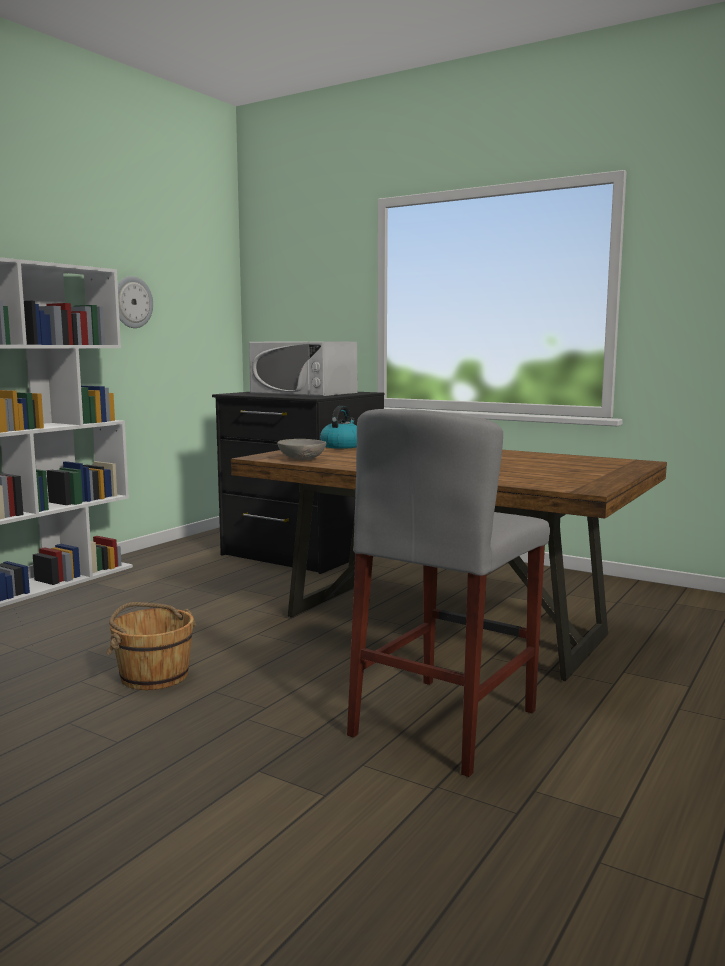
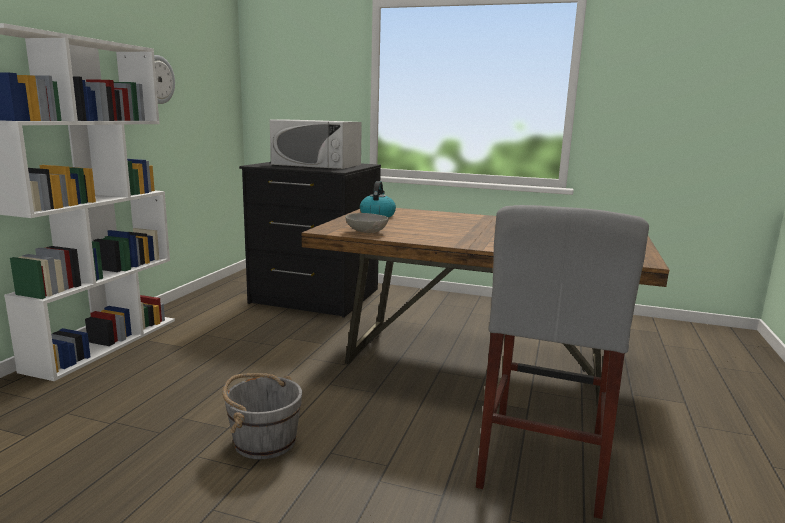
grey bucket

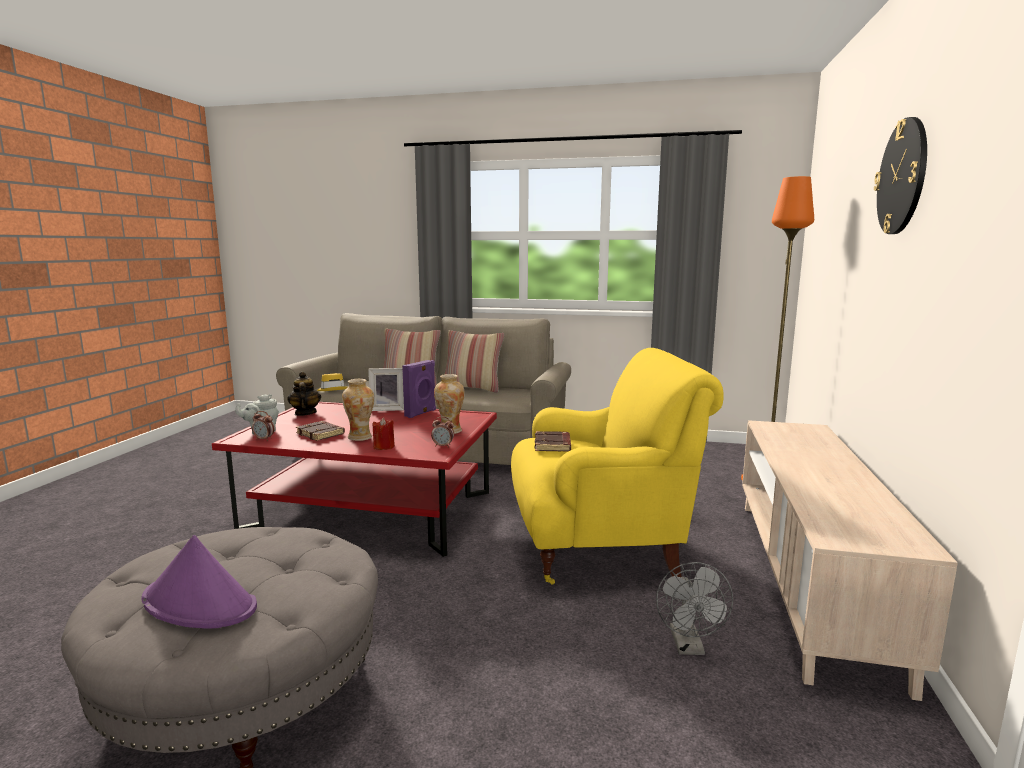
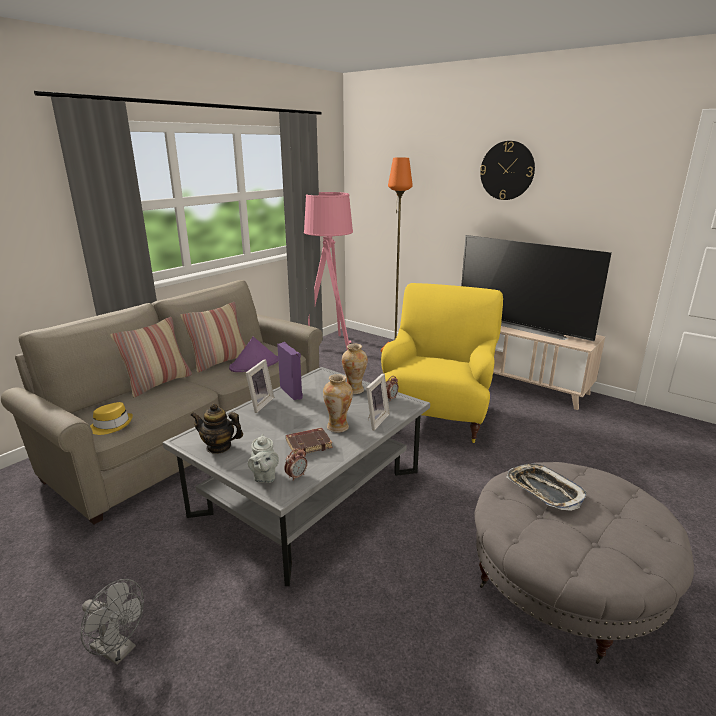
brown book (2nd from left in the first image)
pink floor lamp
television
tray
purple hat
grey fan
picture frame (2nd from left)
grey coffee table

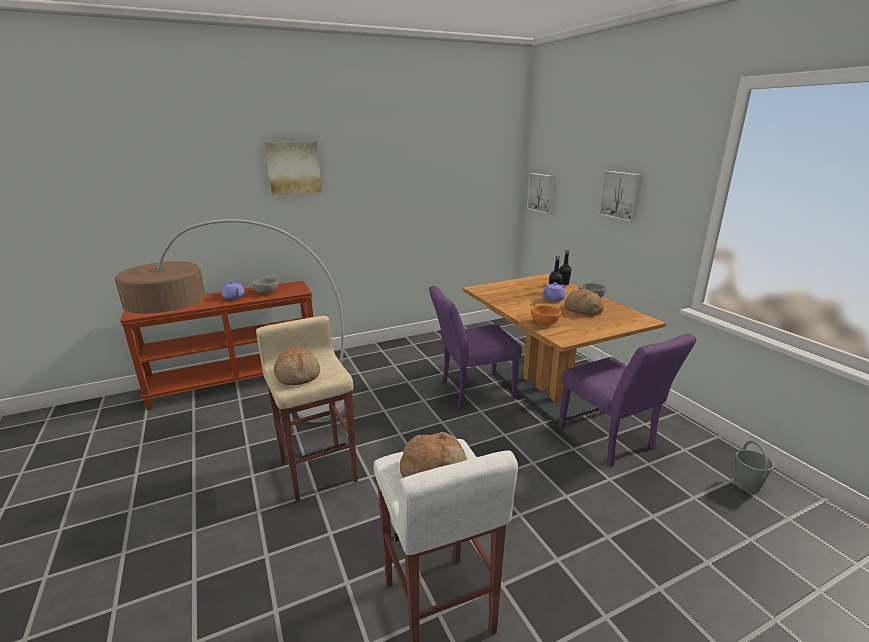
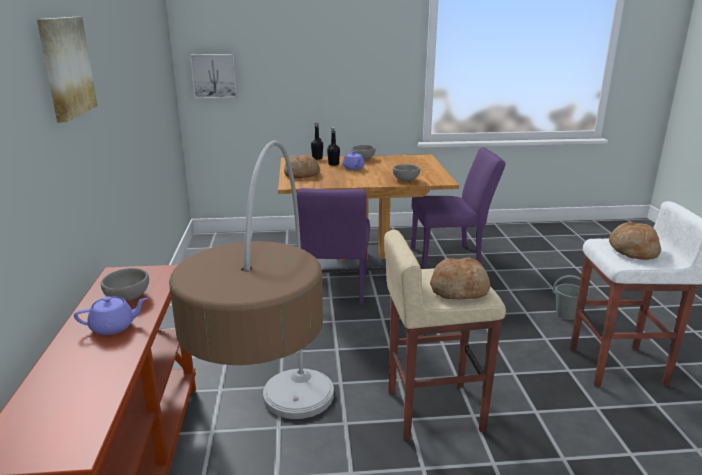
picture (3rd from left in the first image)
bread (1st from left)
grey bucket
grey bowl (3rd from left)

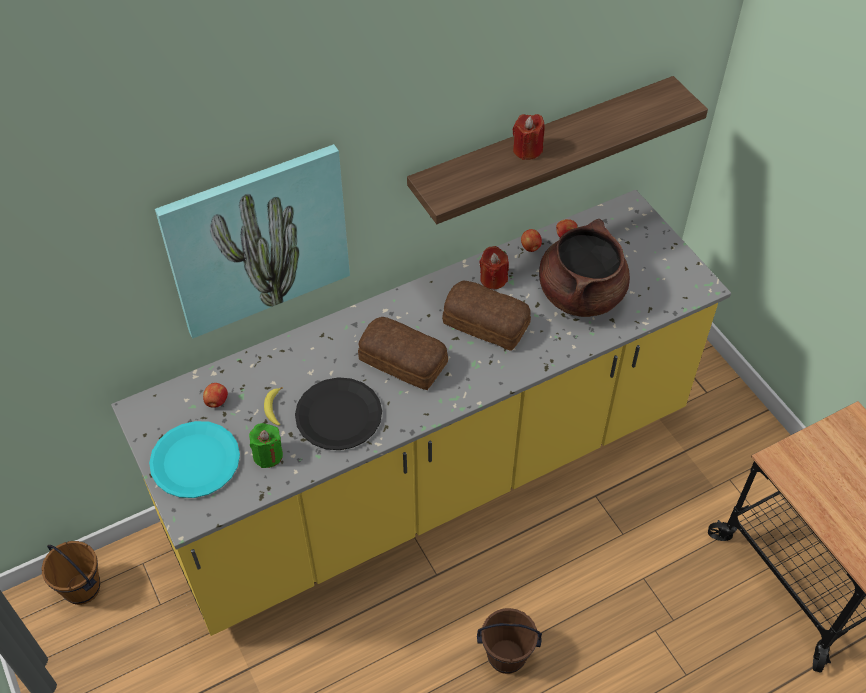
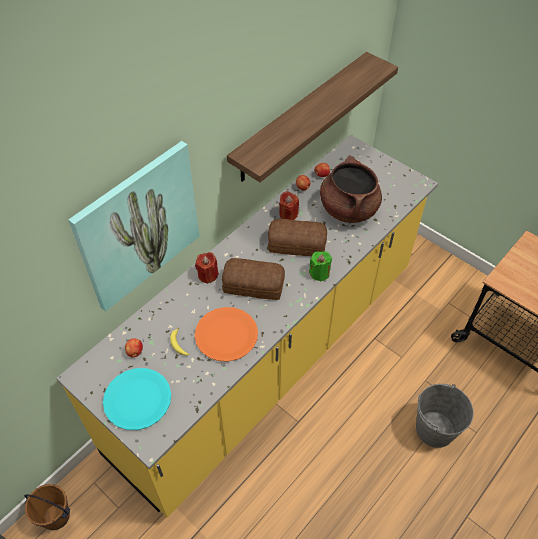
brown bucket (2nd from left in the first image)
grey bucket
green candle
red candle (1st from left)
orange plate

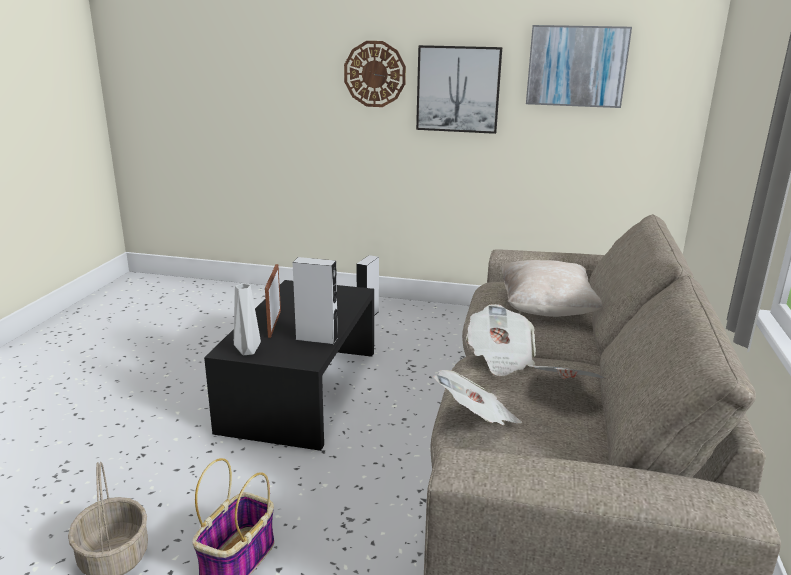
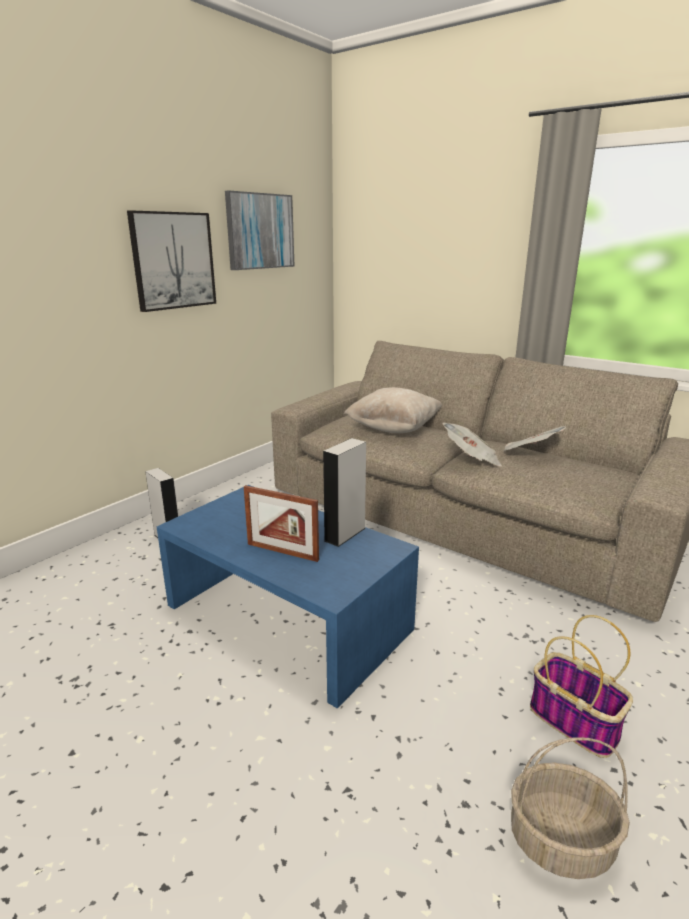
grey vase
wall clock
newspaper (1st from left in the first image)
blue coffee table

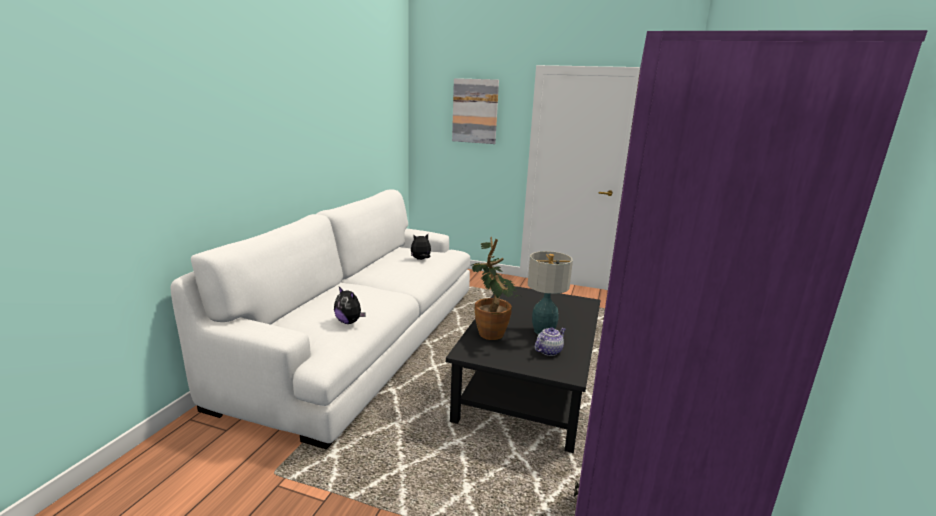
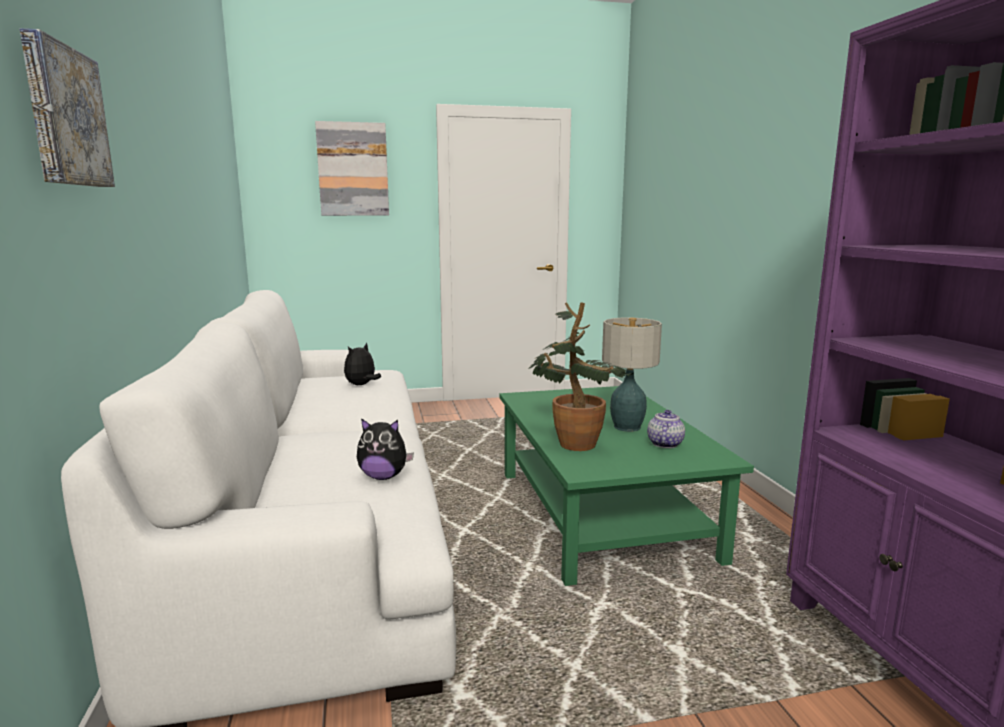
picture (1st from left)
green coffee table

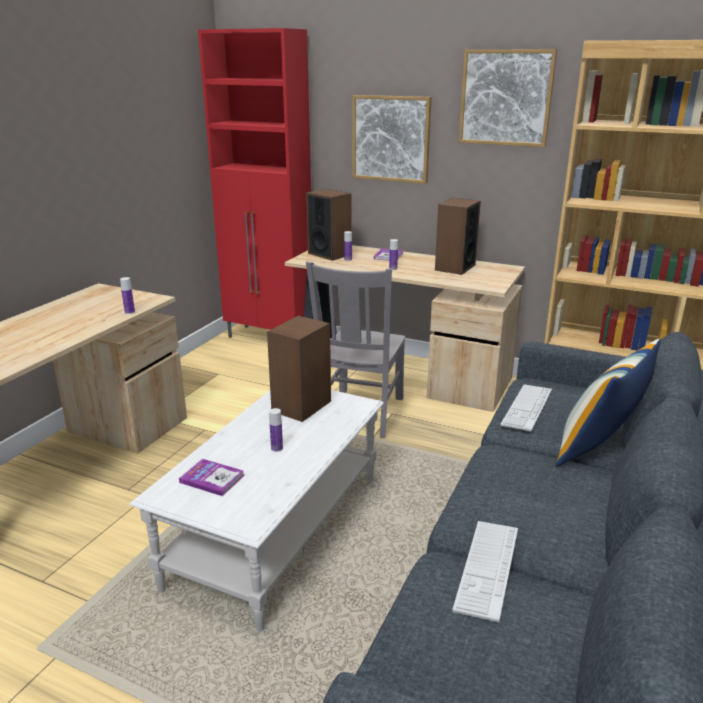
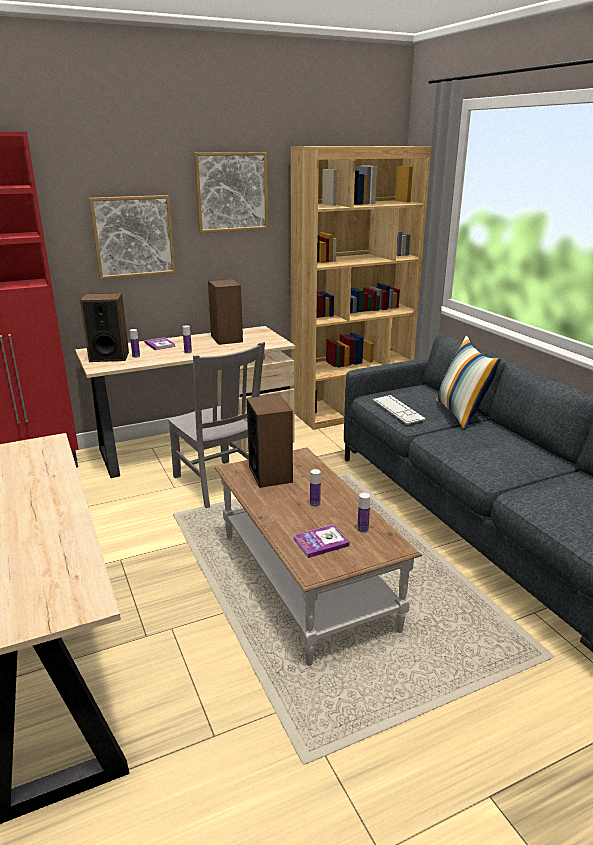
keyboard (1st from left in the first image)
bottle (4th from left)
brown coffee table

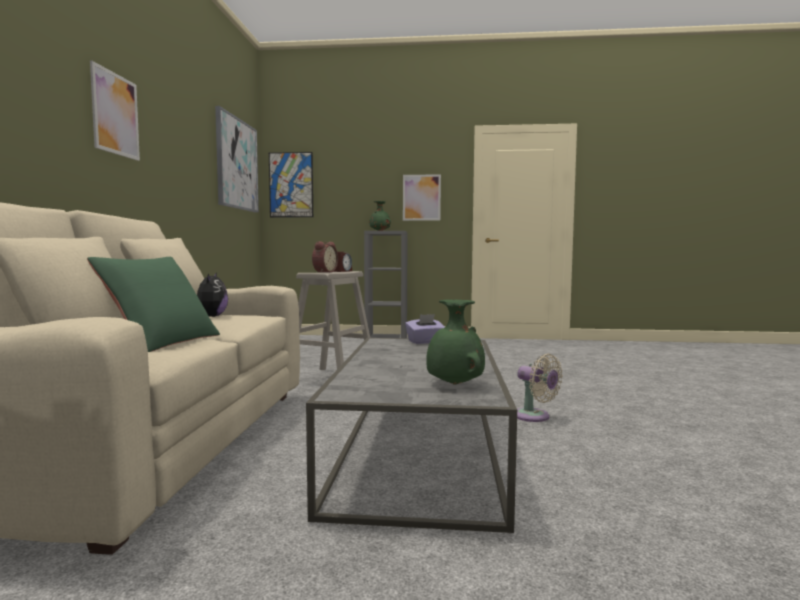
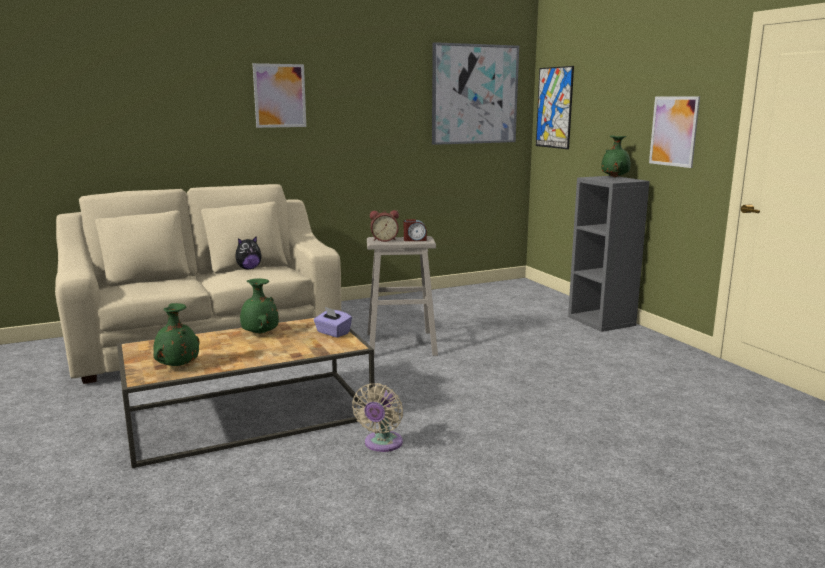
green pillow
green vase (2nd from left)
brown coffee table

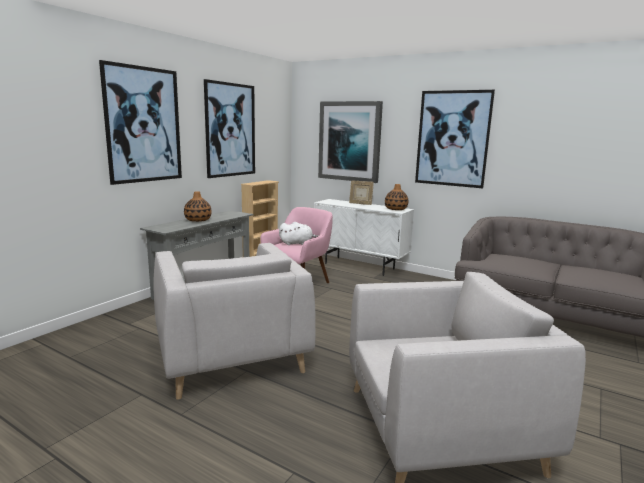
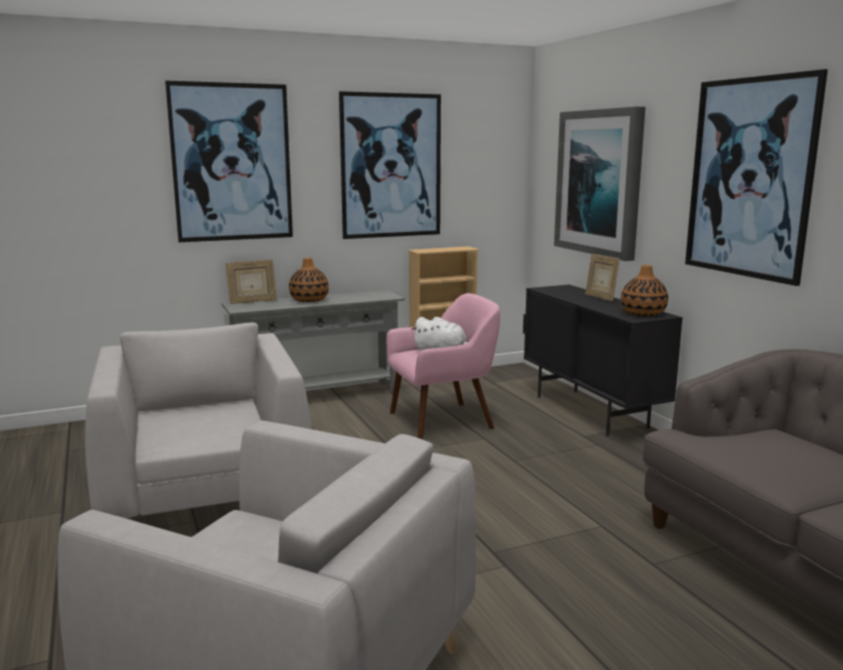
picture frame (1st from left)
black cabinet
grey armchair (1st from left)

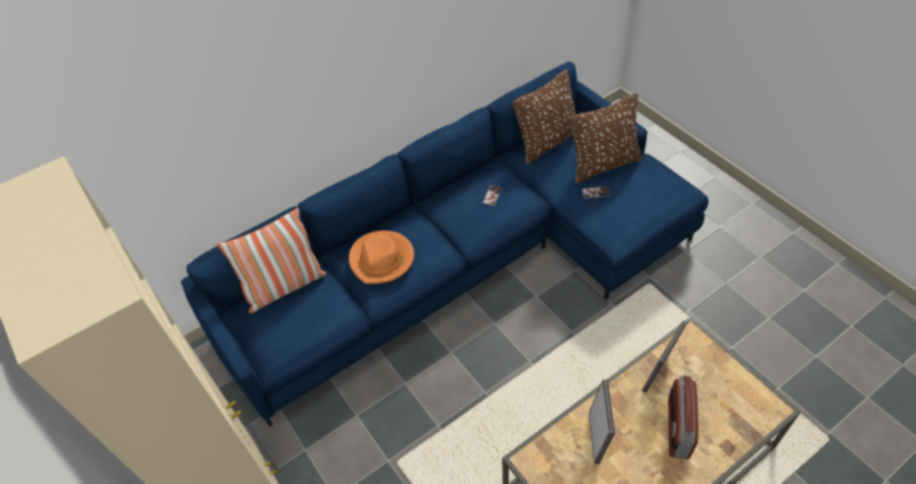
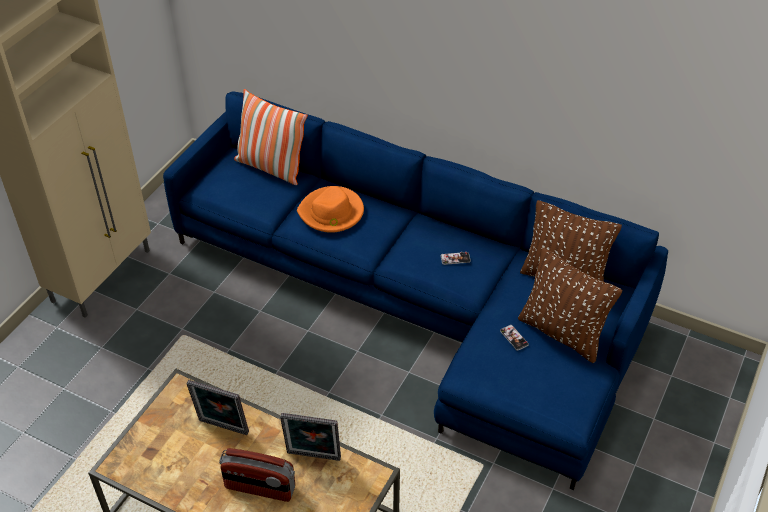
picture frame (1st from left)
radio

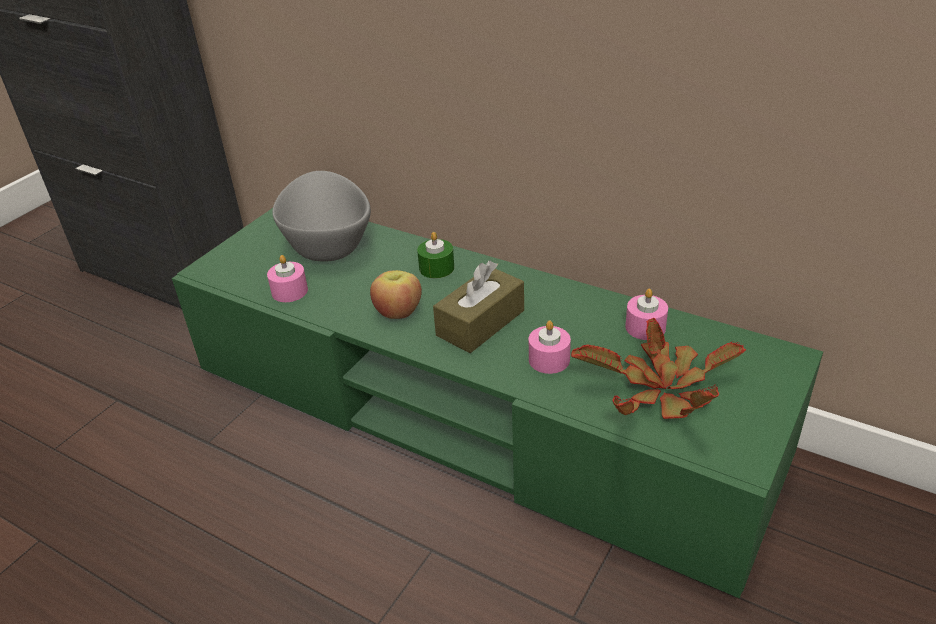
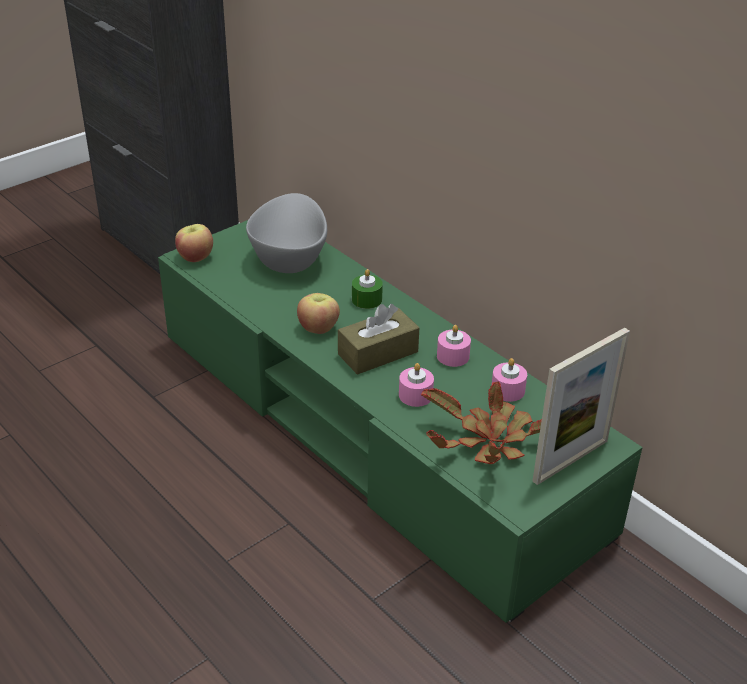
apple (1st from left)
picture frame
pink candle (2nd from left)

